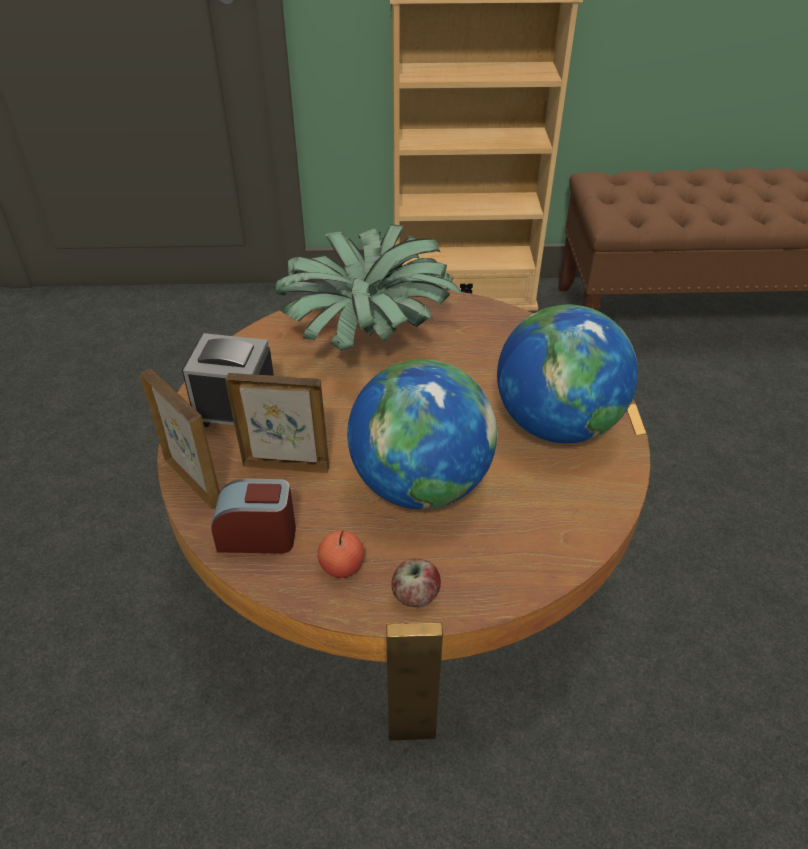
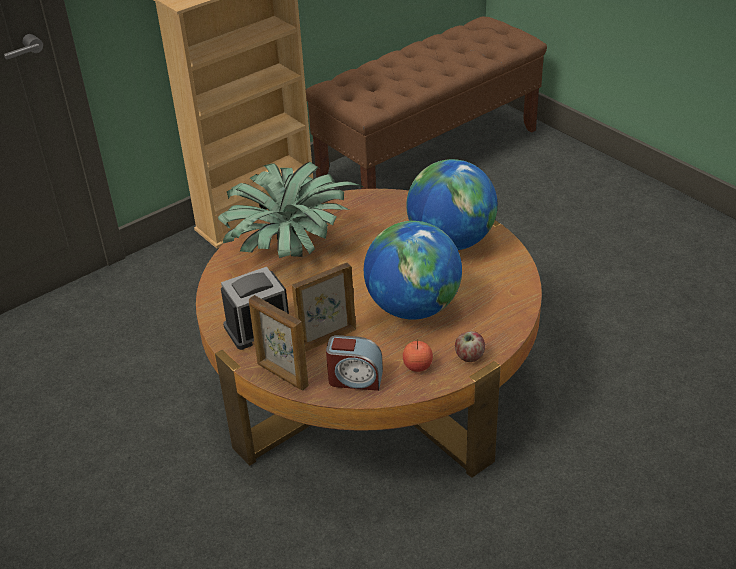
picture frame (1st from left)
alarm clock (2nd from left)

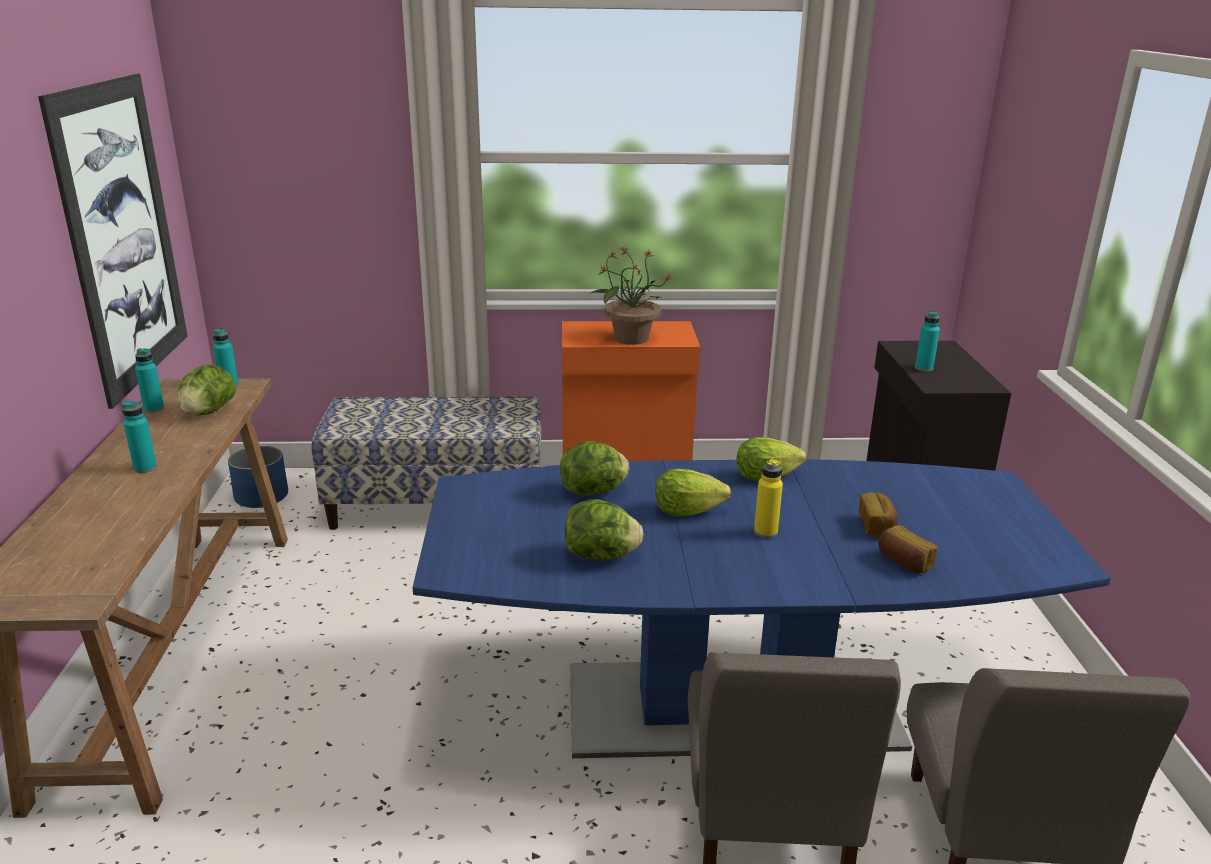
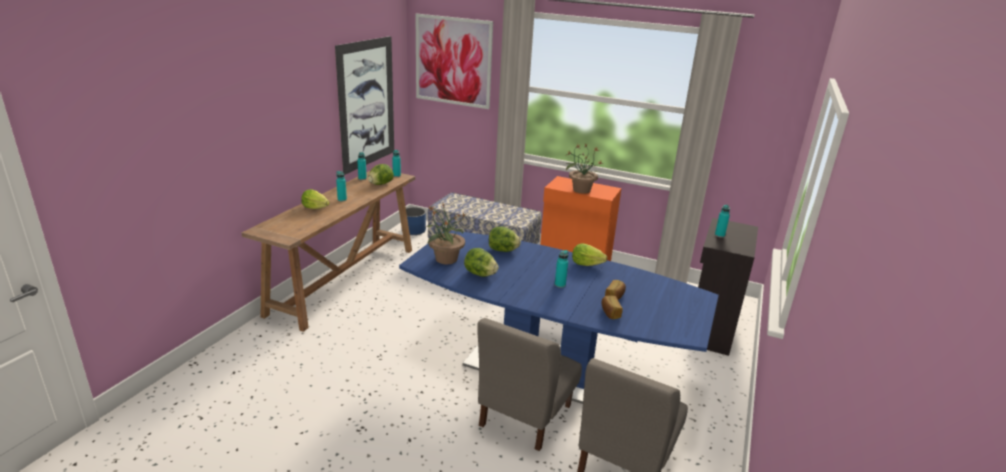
picture (2nd from left)
potted plant (1st from left)
lettuce (1st from left)
turquoise bottle (4th from left)

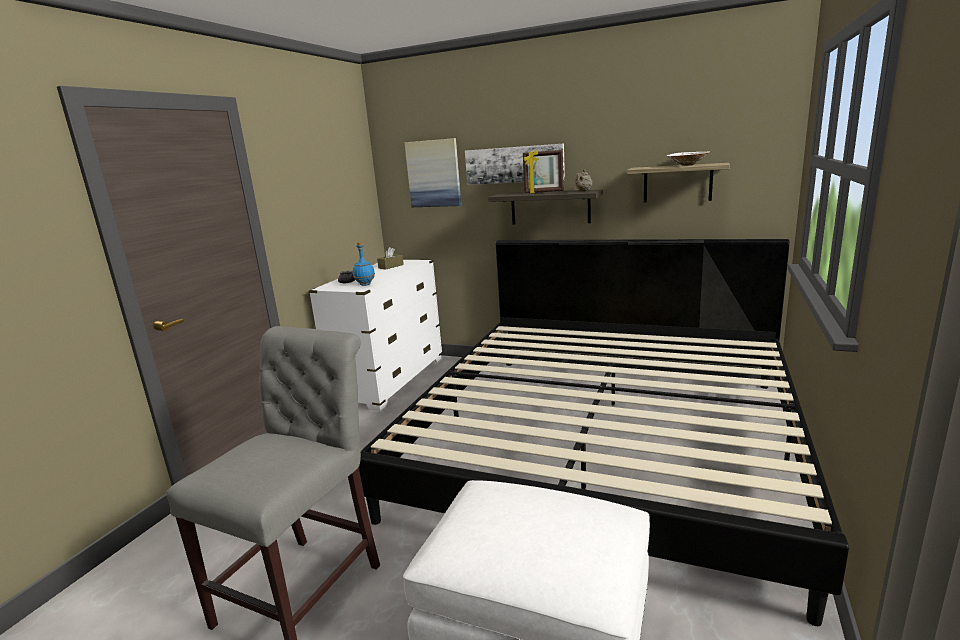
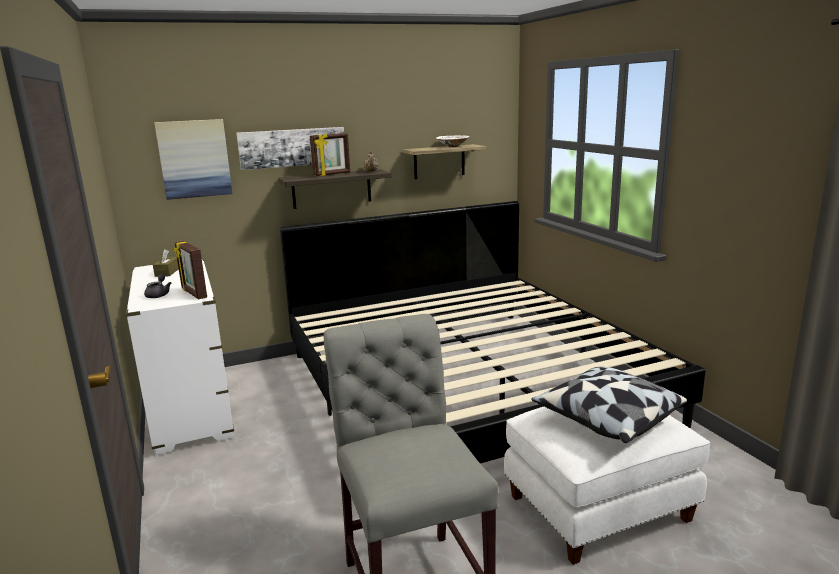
pillow
picture frame (1st from left)

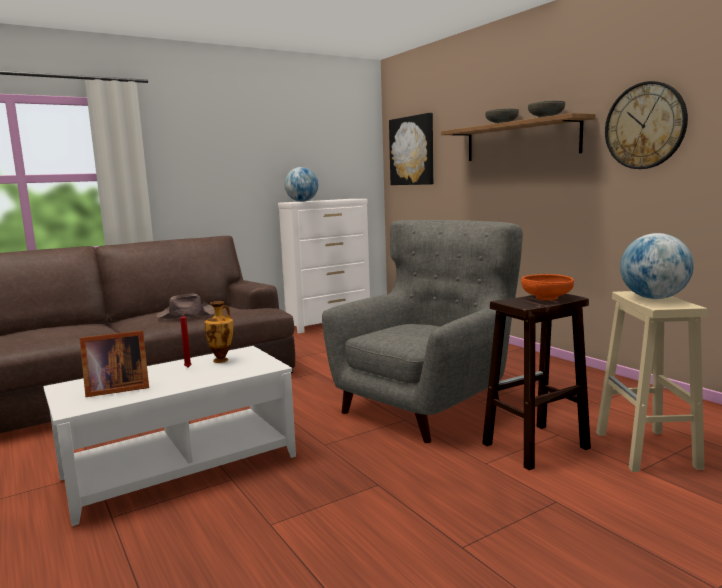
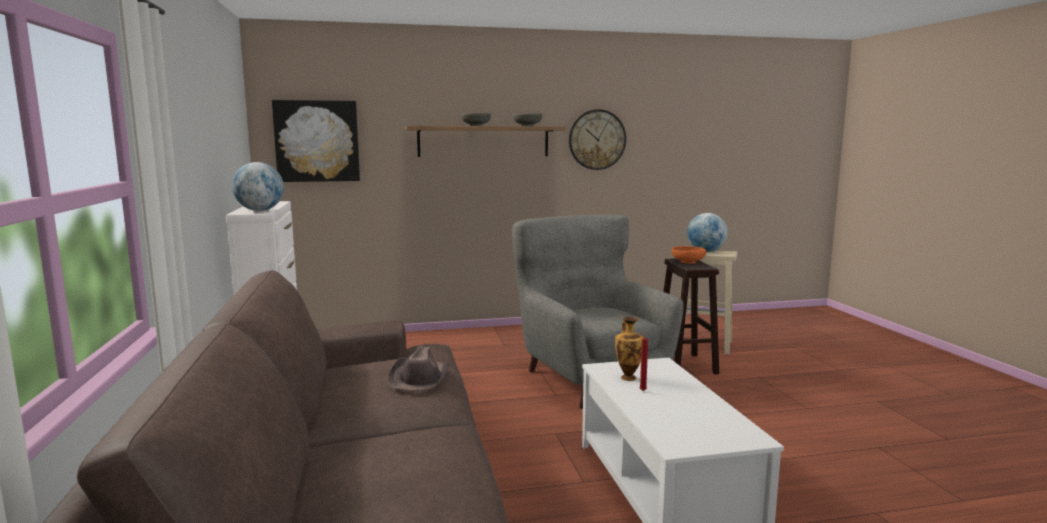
picture frame

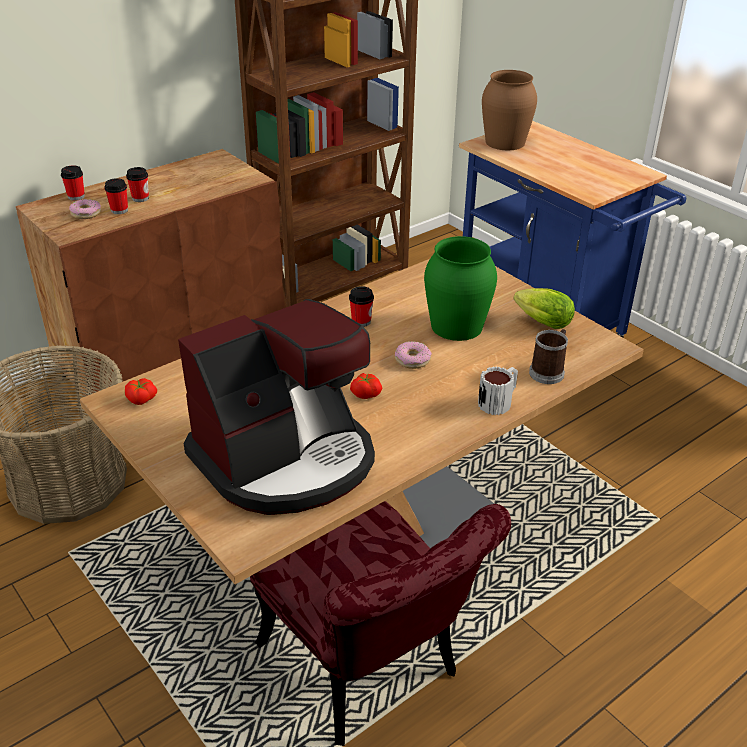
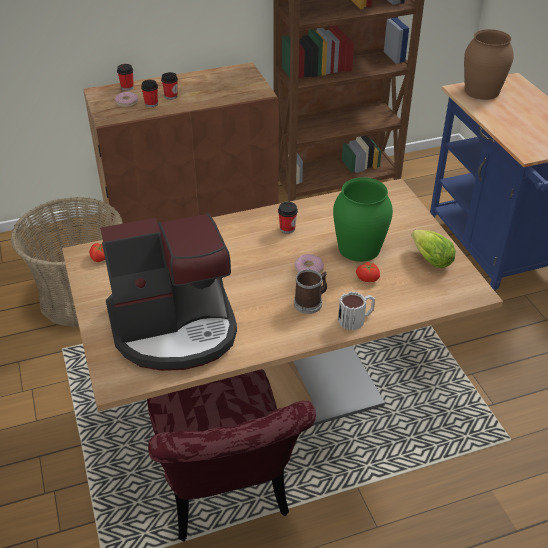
tomato (2nd from left)
mug (1st from left)

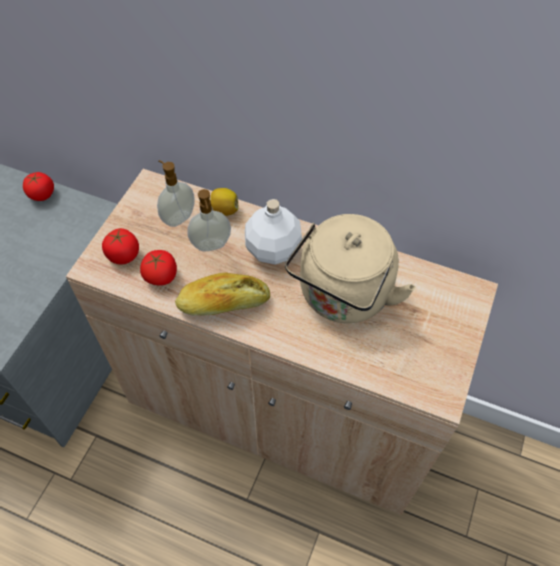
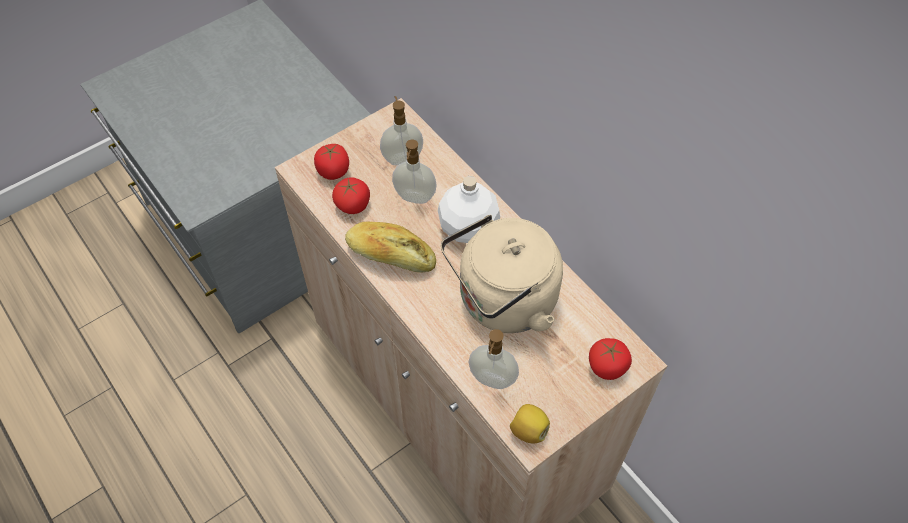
soap dispenser (3rd from left)
tomato (3rd from left)
lemon

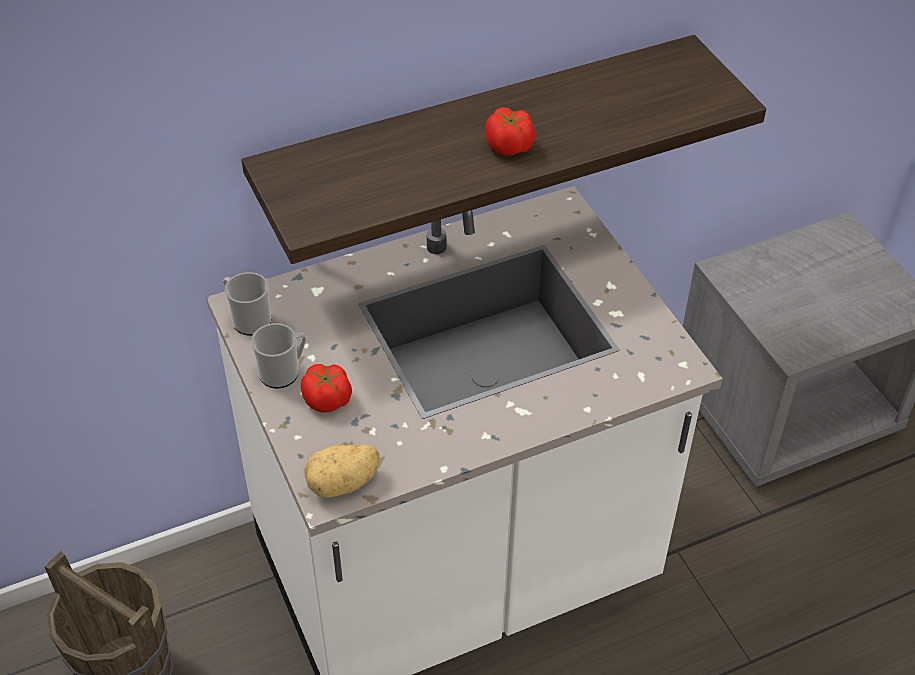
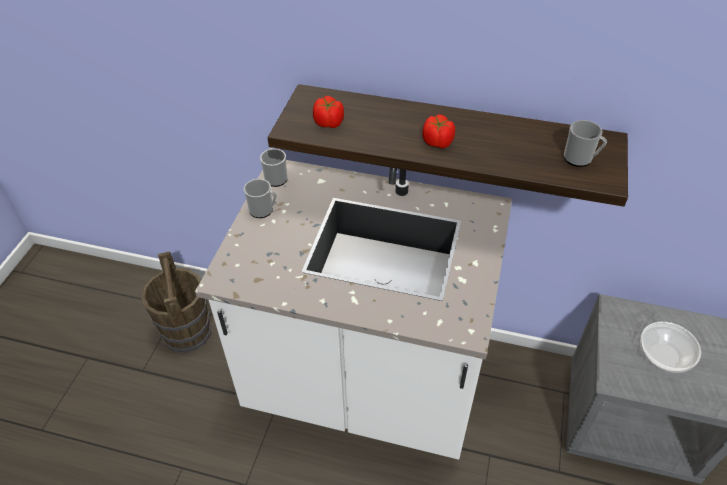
potato
mug (3rd from left)
bowl
tomato (1st from left)

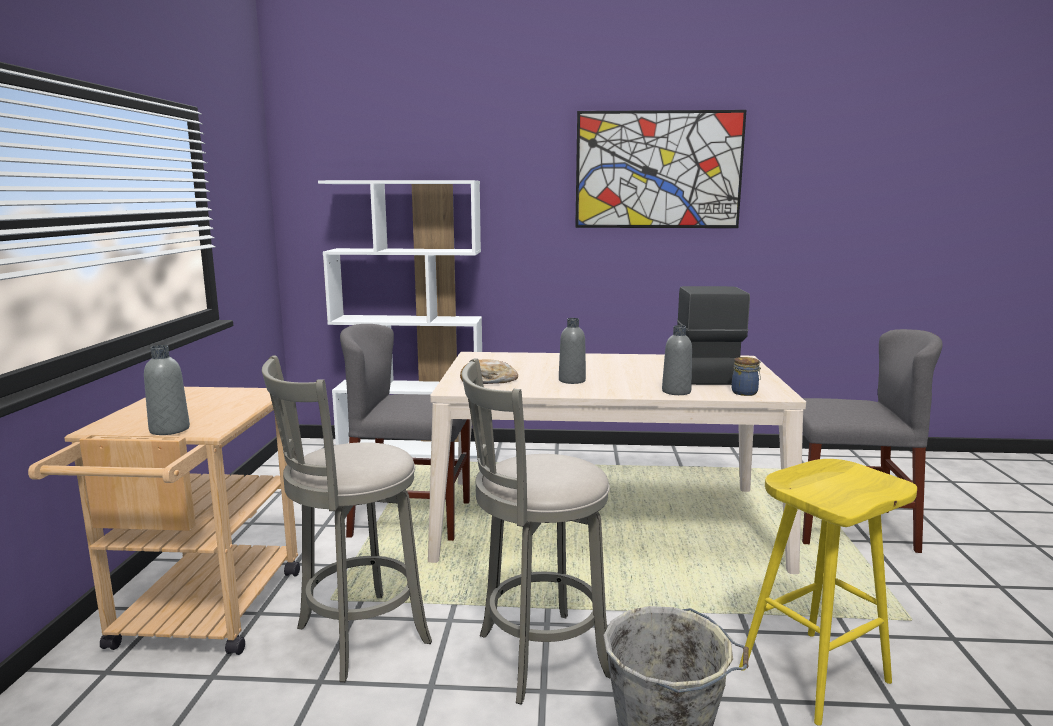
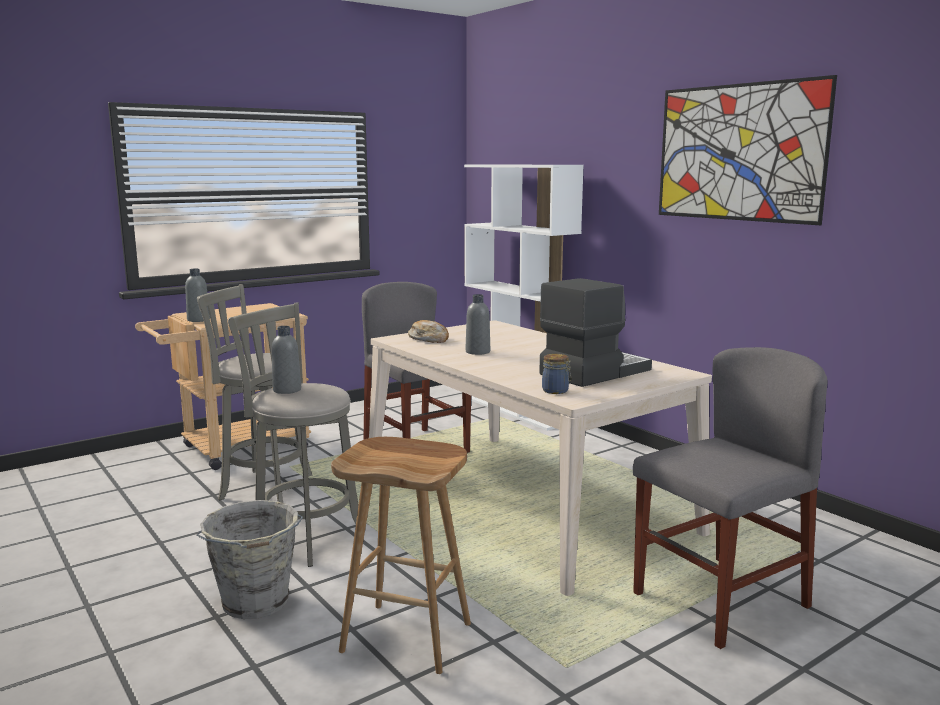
grey bottle (2nd from left)
brown stool
grey chair (2nd from left)

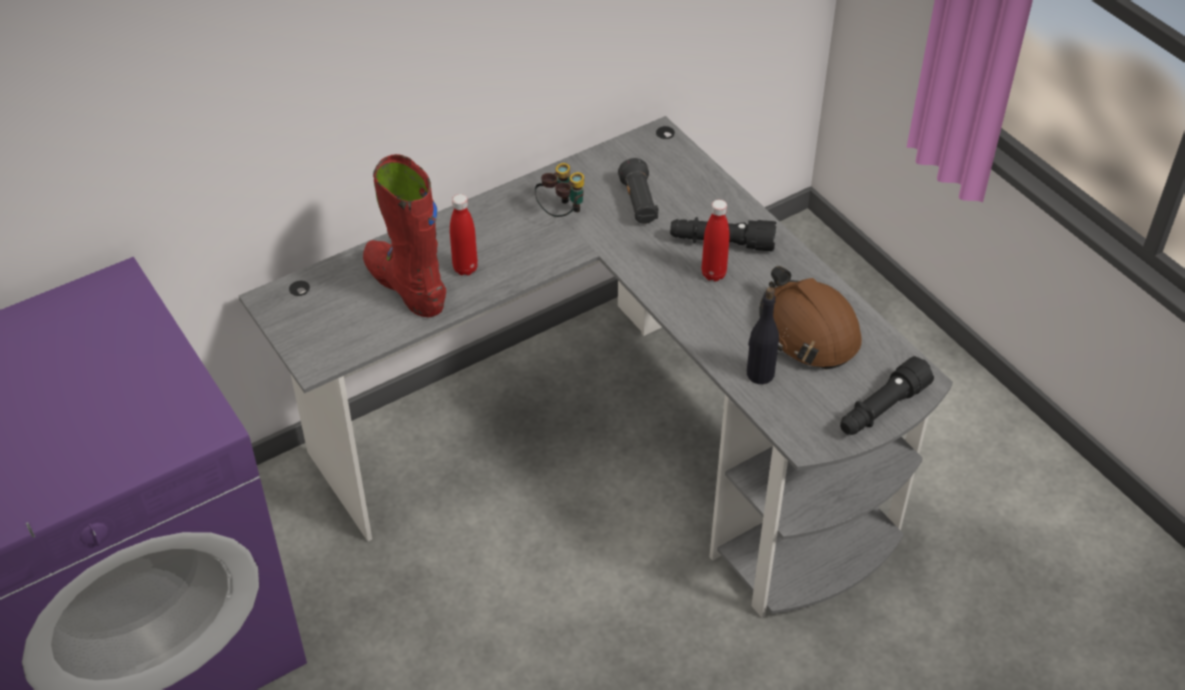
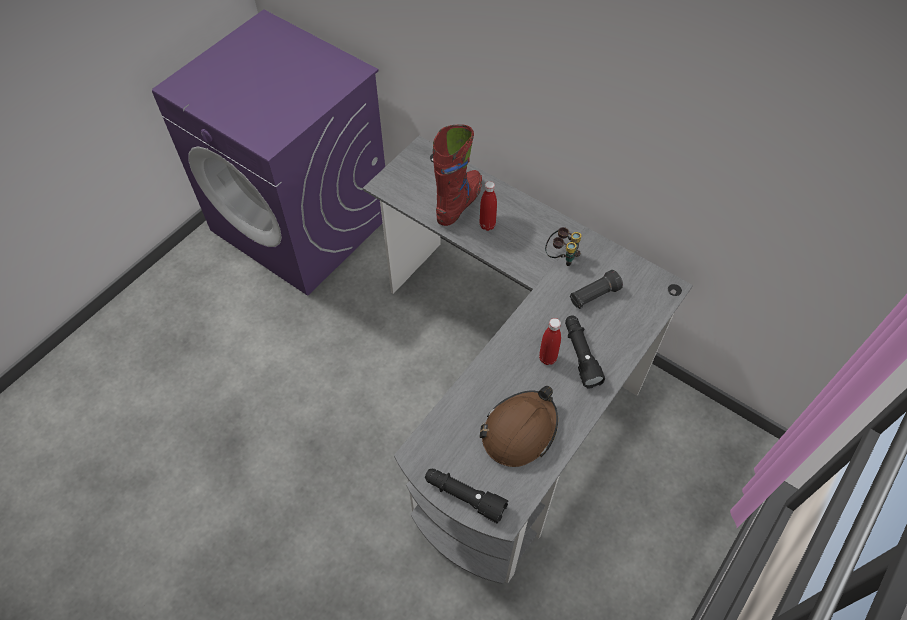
black bottle

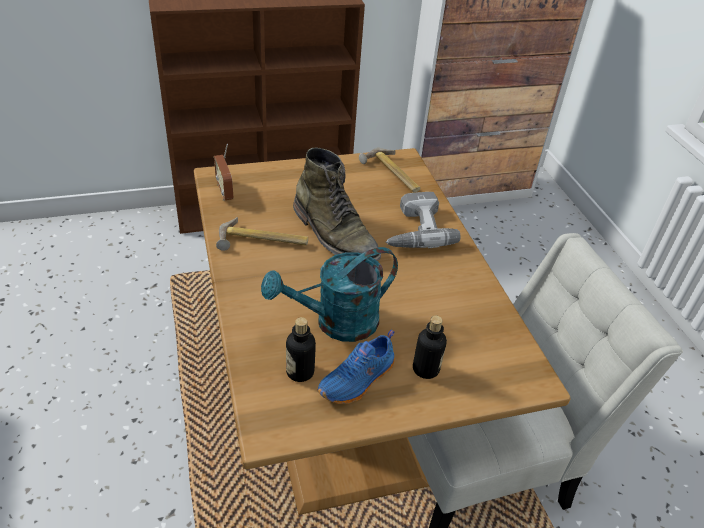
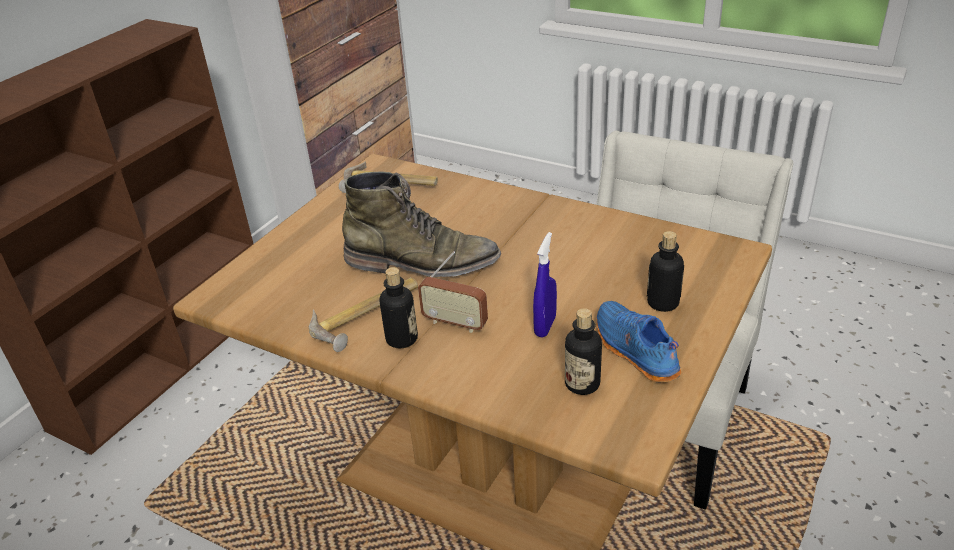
power drill
bottle (1st from left)
radio
blue spray bottle
blue shoe

